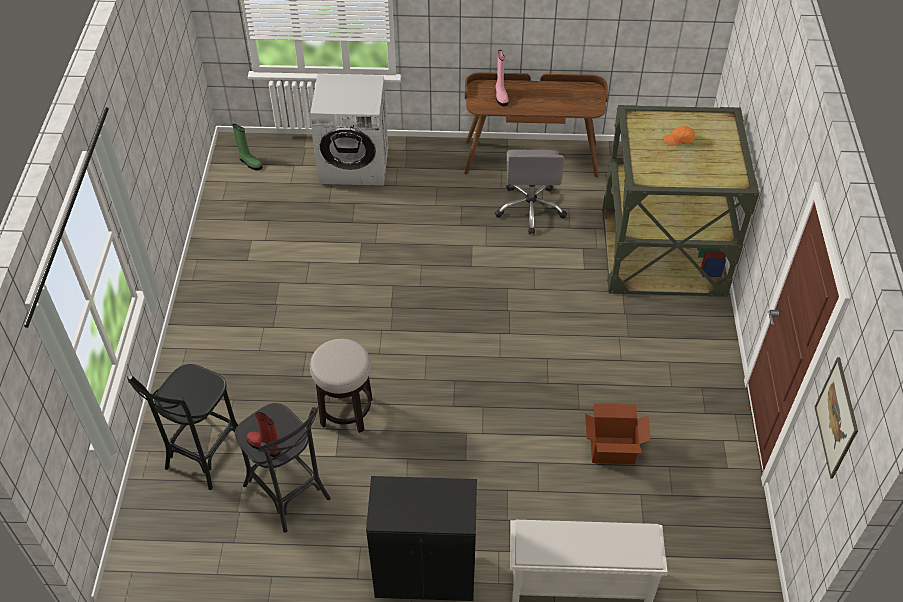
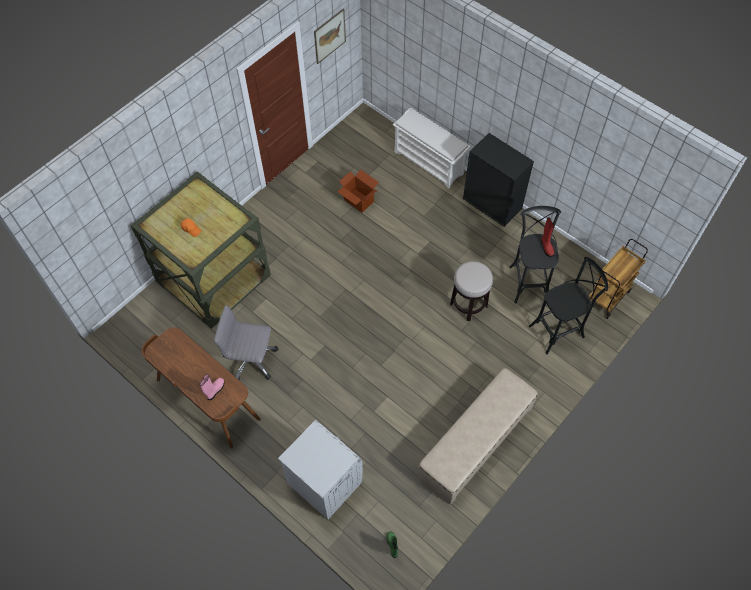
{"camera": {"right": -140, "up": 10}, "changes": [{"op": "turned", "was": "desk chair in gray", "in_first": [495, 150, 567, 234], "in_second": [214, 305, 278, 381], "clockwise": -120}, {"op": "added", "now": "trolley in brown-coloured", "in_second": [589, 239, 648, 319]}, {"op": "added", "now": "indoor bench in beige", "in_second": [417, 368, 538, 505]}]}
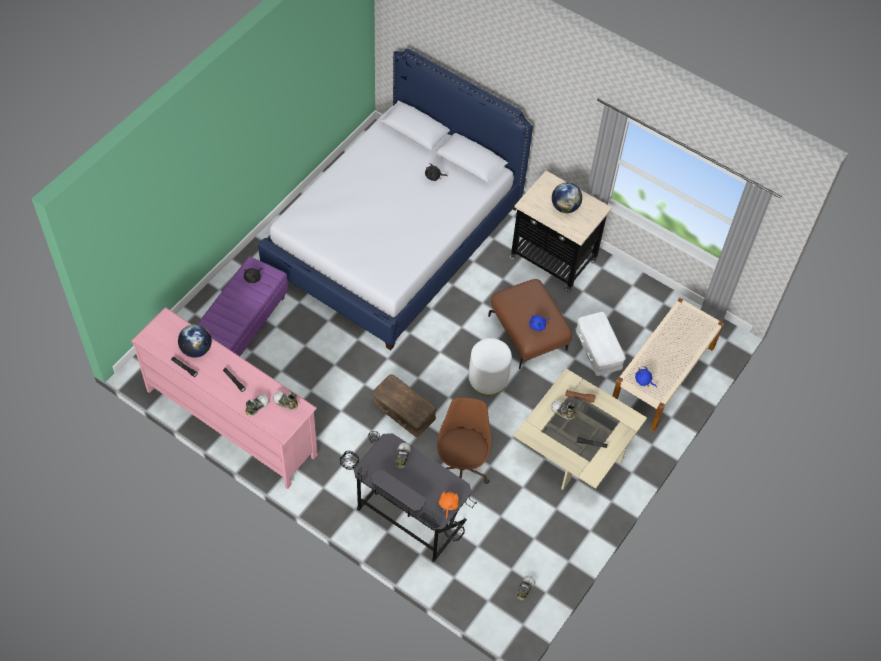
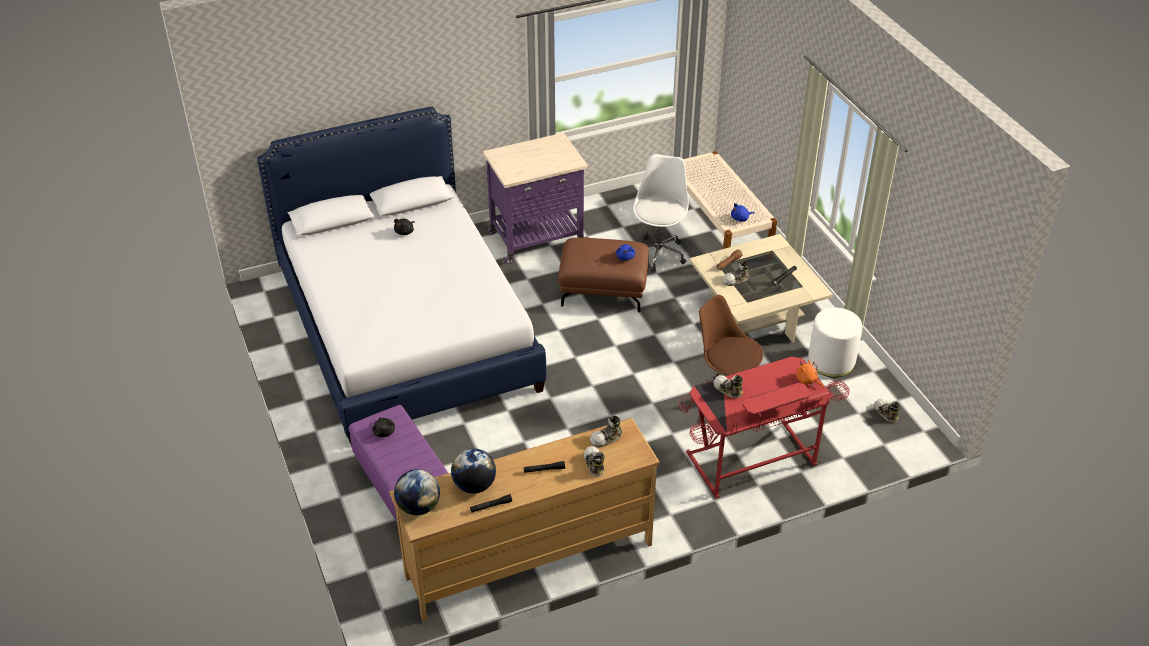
{"camera": {"right": -55, "up": -15}, "changes": [{"op": "recoloured", "was": "trolley in blackish", "now": "trolley in purplish", "in_first": [509, 171, 612, 293], "in_second": [483, 133, 588, 264]}, {"op": "moved", "was": "globe", "in_first": [552, 183, 582, 213], "in_second": [394, 469, 440, 515]}, {"op": "recoloured", "was": "dresser in pink", "now": "dresser in brown-coloured", "in_first": [131, 307, 318, 489], "in_second": [389, 418, 660, 622]}, {"op": "replaced", "was": "storage bin in whitish", "now": "desk chair in whitish", "in_first": [575, 312, 626, 376], "in_second": [633, 154, 689, 272]}, {"op": "moved", "was": "pouffe in whitish", "in_first": [469, 338, 512, 395], "in_second": [808, 308, 862, 377]}, {"op": "removed", "was": "storage bin in brown-coloured", "in_first": [372, 374, 437, 437]}, {"op": "recoloured", "was": "desk in blackish", "now": "desk in red-coloured", "in_first": [340, 431, 477, 562], "in_second": [678, 356, 850, 499]}]}
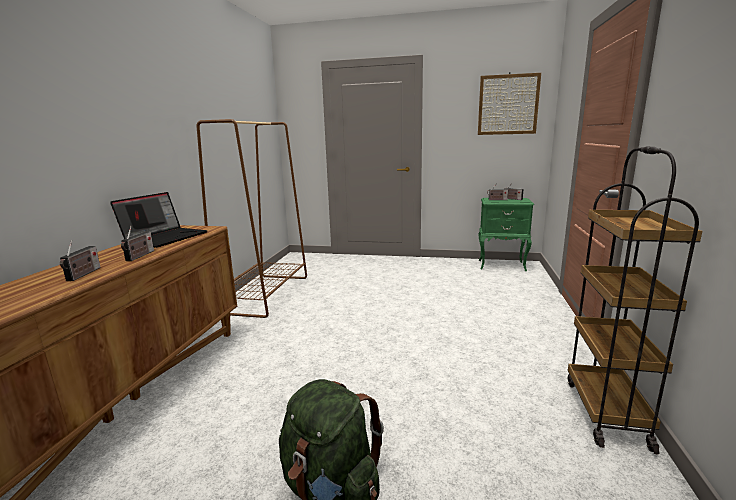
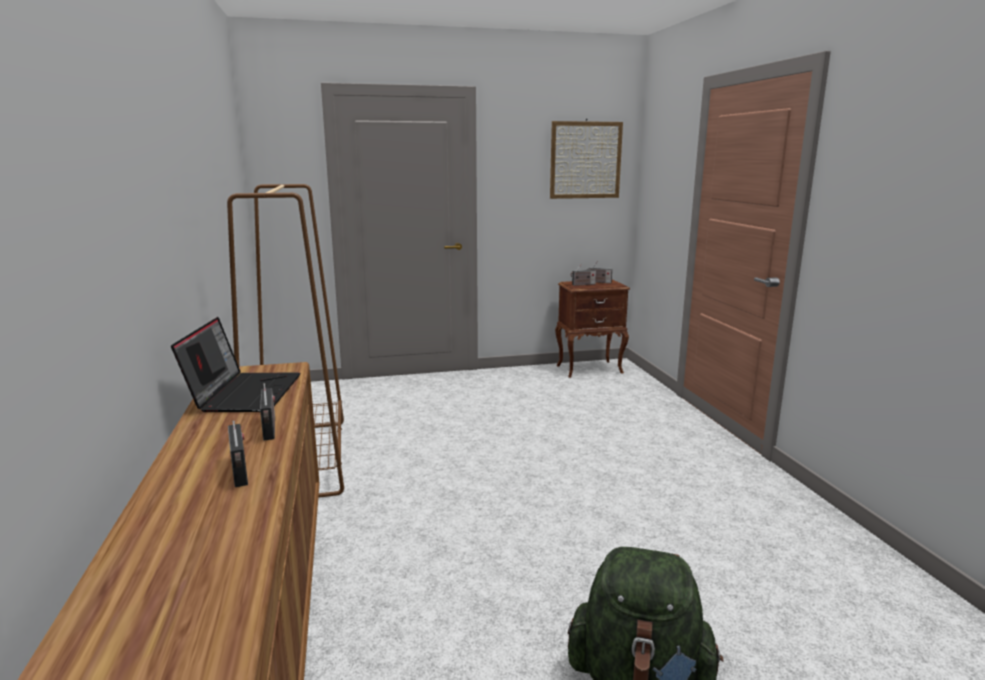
{"camera": {"right": -25, "up": 0}, "changes": [{"op": "removed", "was": "trolley in brown-coloured", "in_first": [568, 146, 702, 454]}, {"op": "recoloured", "was": "bedside table in green", "now": "bedside table in brown-coloured", "in_first": [478, 198, 534, 271], "in_second": [555, 279, 630, 378]}]}
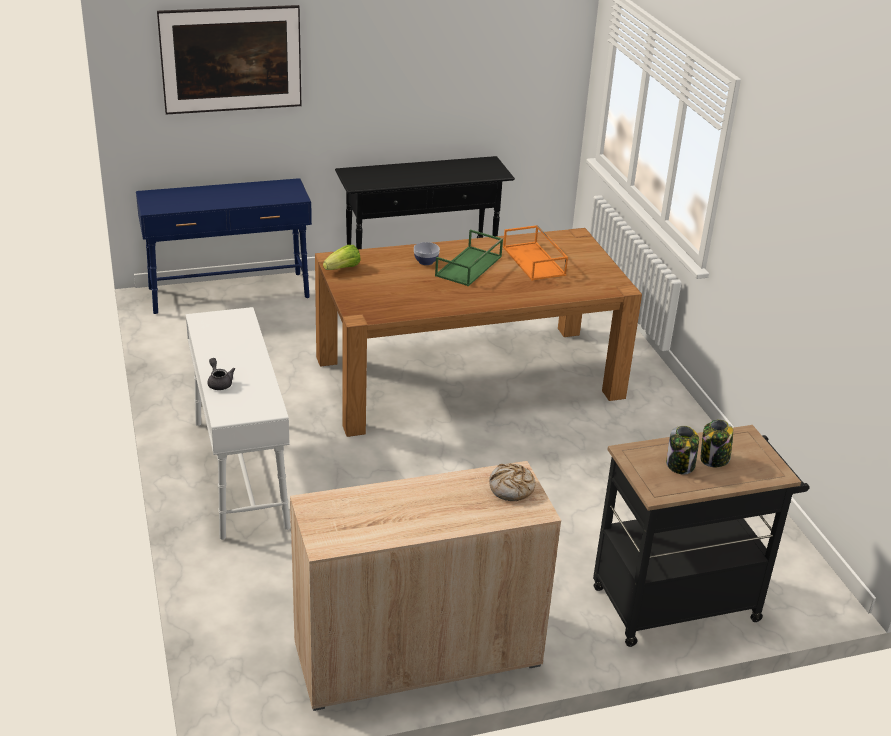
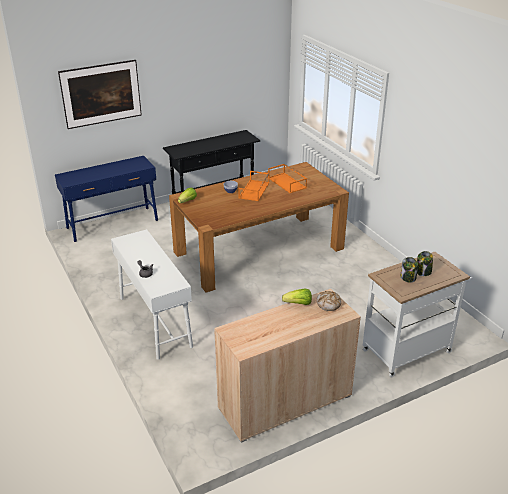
{"camera": {"right": -10, "up": 0}, "changes": [{"op": "recoloured", "was": "serving tray in green", "now": "serving tray in orange", "in_first": [435, 230, 503, 286], "in_second": [238, 171, 269, 201]}, {"op": "recoloured", "was": "trolley in blackish", "now": "trolley in whitish", "in_first": [593, 425, 810, 647], "in_second": [363, 252, 473, 378]}, {"op": "added", "now": "lettuce", "in_second": [282, 288, 312, 305]}]}
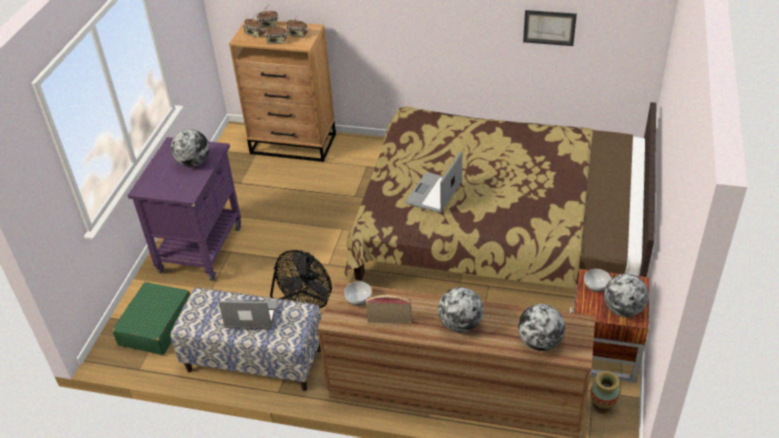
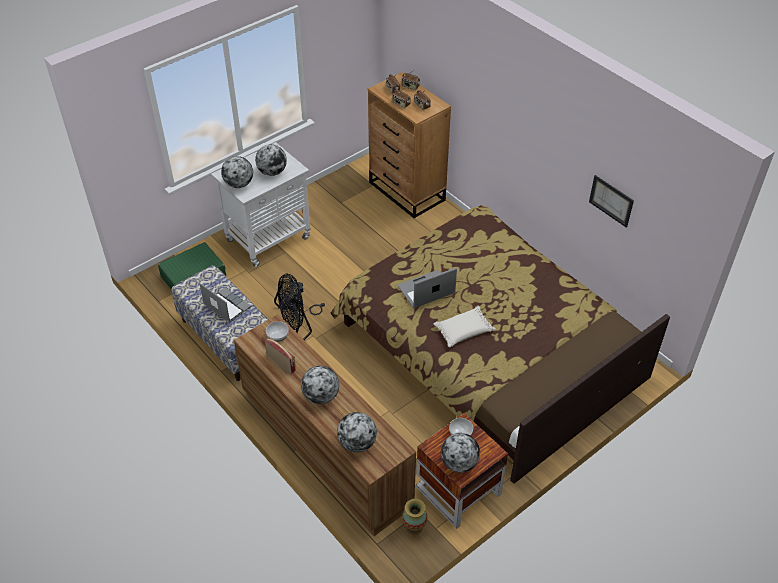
{"camera": {"right": 35, "up": 5}, "changes": [{"op": "recoloured", "was": "trolley in purplish", "now": "trolley in whitish", "in_first": [127, 137, 241, 281], "in_second": [211, 142, 311, 267]}, {"op": "added", "now": "globe", "in_second": [221, 156, 253, 188]}, {"op": "added", "now": "throw pillow in whitish", "in_second": [433, 305, 496, 347]}]}
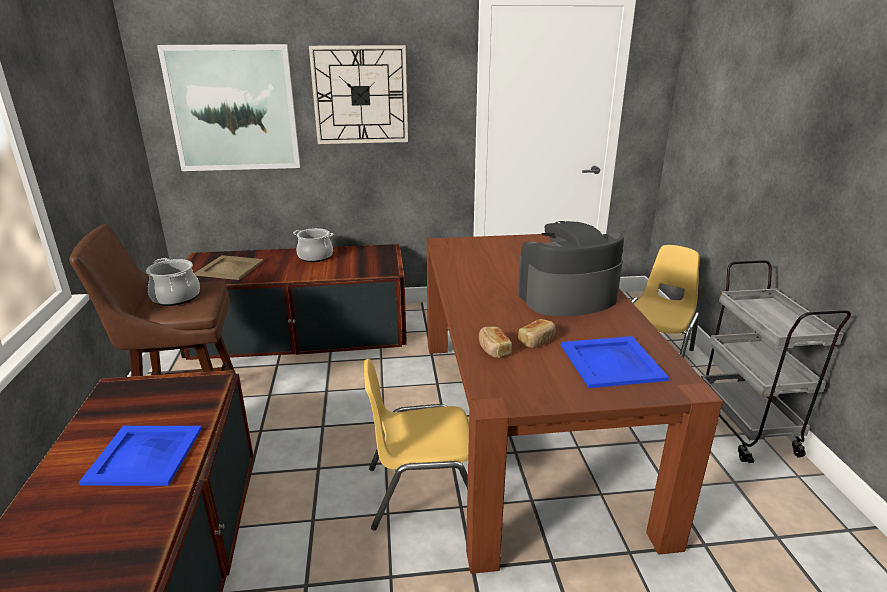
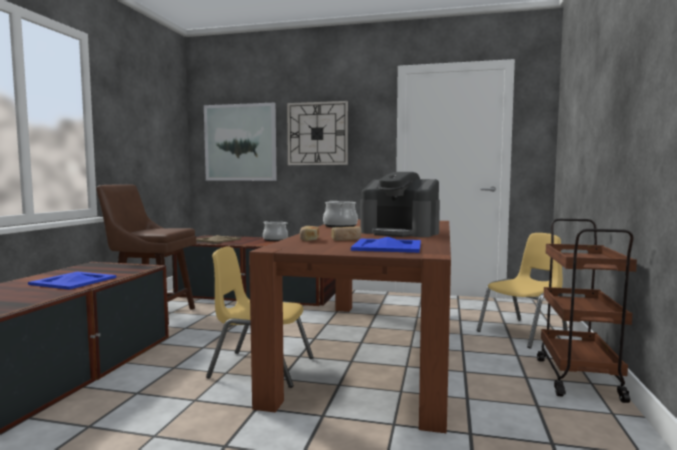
{"camera": {"right": 20, "up": -20}, "changes": [{"op": "turned", "was": "coffee machine", "in_first": [518, 221, 624, 316], "in_second": [360, 172, 440, 237], "clockwise": -150}, {"op": "moved", "was": "saucepot", "in_first": [146, 258, 200, 306], "in_second": [323, 201, 358, 228]}, {"op": "recoloured", "was": "trolley in gray", "now": "trolley in brown-coloured", "in_first": [701, 260, 851, 463], "in_second": [537, 219, 637, 403]}]}
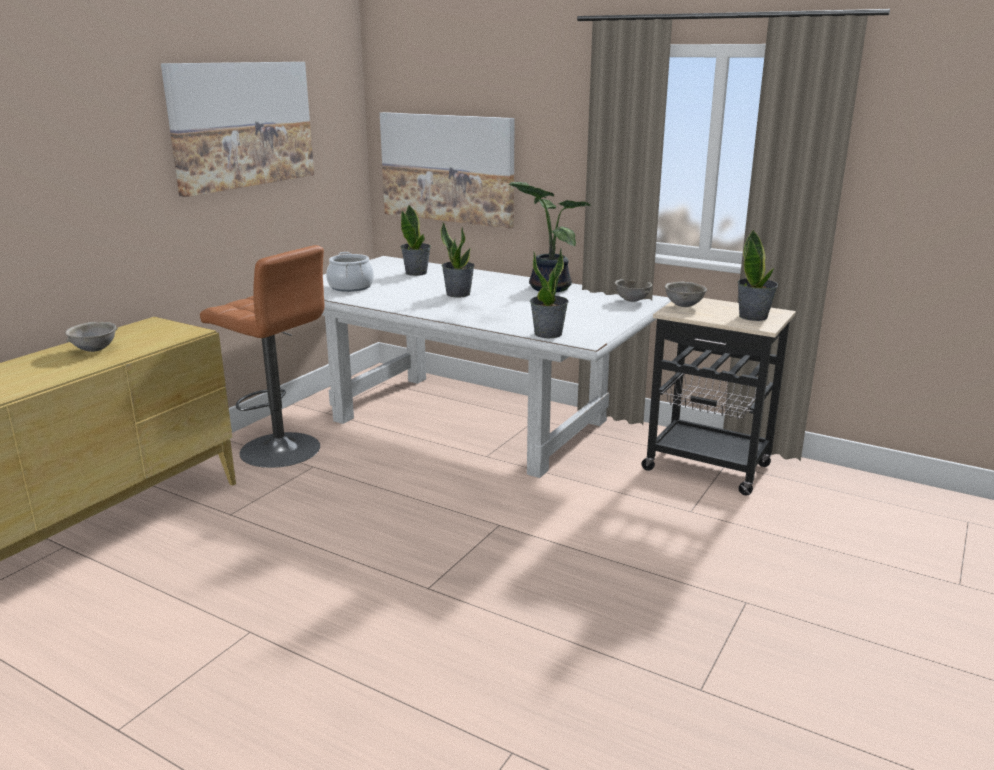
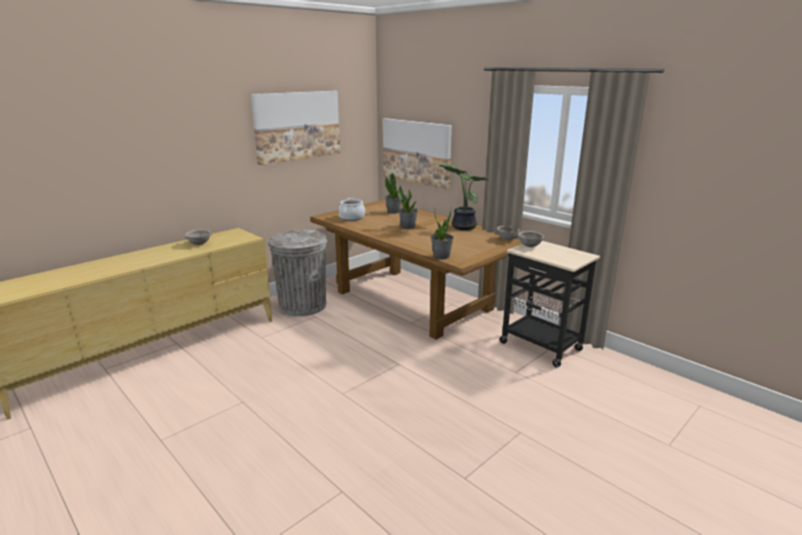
{"camera": {"right": 15, "up": 0}, "changes": [{"op": "removed", "was": "plant in a pot", "in_first": [737, 230, 778, 321]}, {"op": "replaced", "was": "stool seat in brown-coloured", "now": "trash can in gray", "in_first": [200, 245, 325, 468], "in_second": [268, 230, 327, 316]}, {"op": "recoloured", "was": "dinner table in whitish", "now": "dinner table in brown-coloured", "in_first": [322, 256, 671, 478], "in_second": [310, 200, 522, 340]}]}
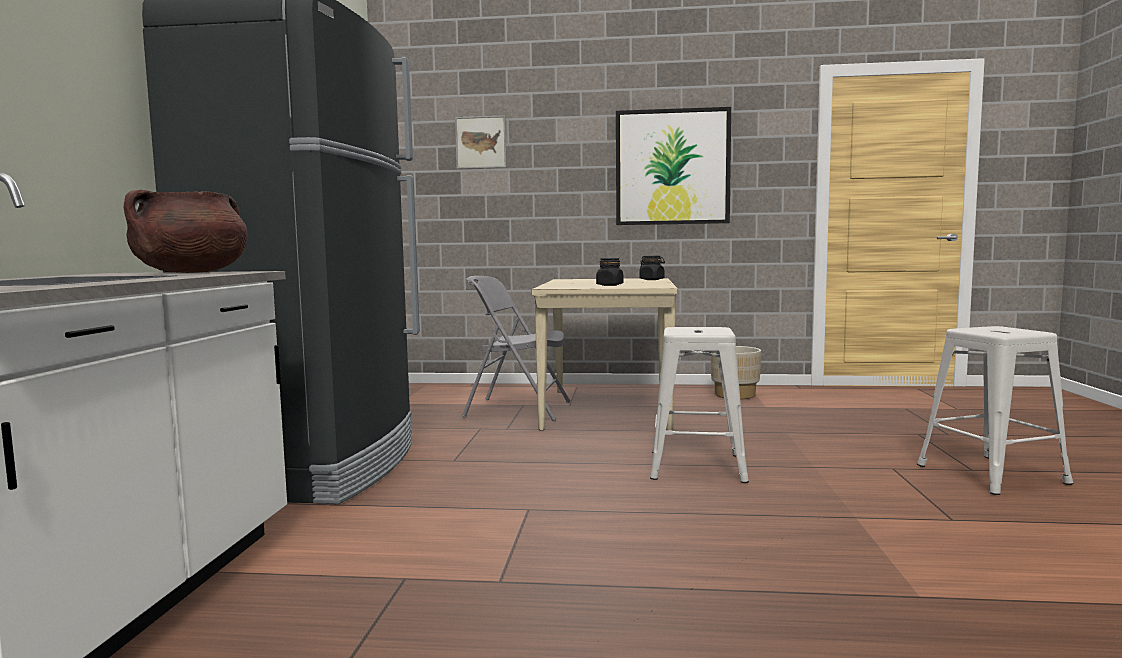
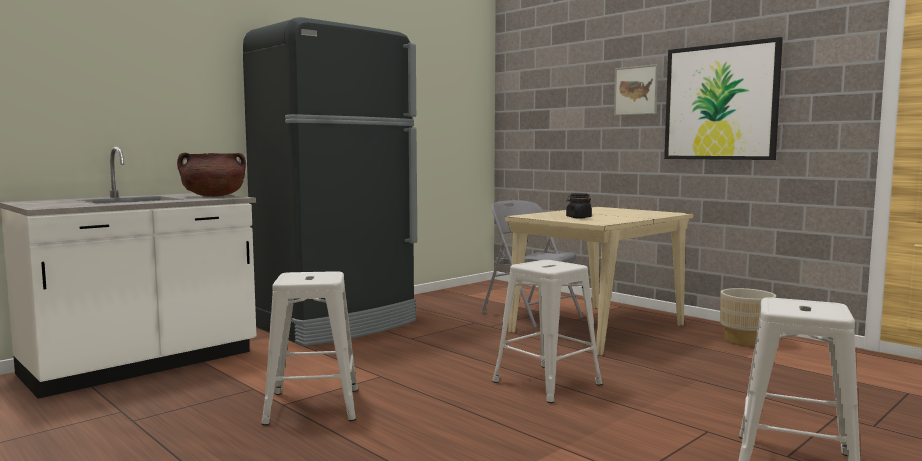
{"camera": {"right": 40, "up": 0}, "changes": [{"op": "moved", "was": "wall picture", "in_first": [455, 115, 507, 169], "in_second": [614, 64, 658, 116]}, {"op": "removed", "was": "preserve jar in blackish", "in_first": [639, 256, 665, 280]}, {"op": "added", "now": "stool seat in whitish", "in_second": [261, 271, 359, 425]}]}
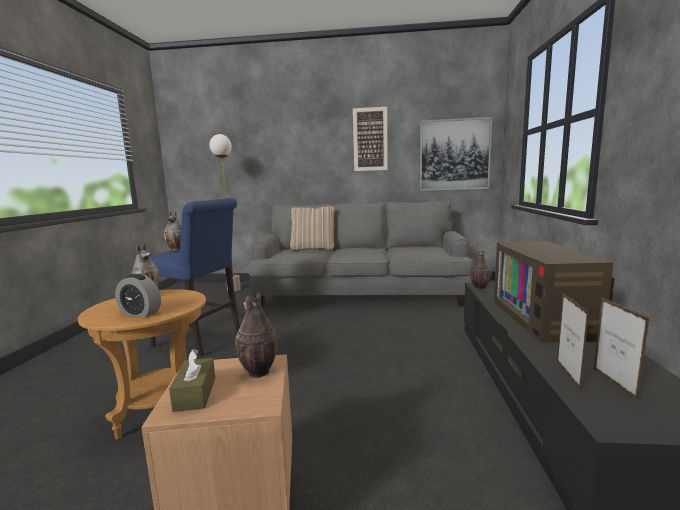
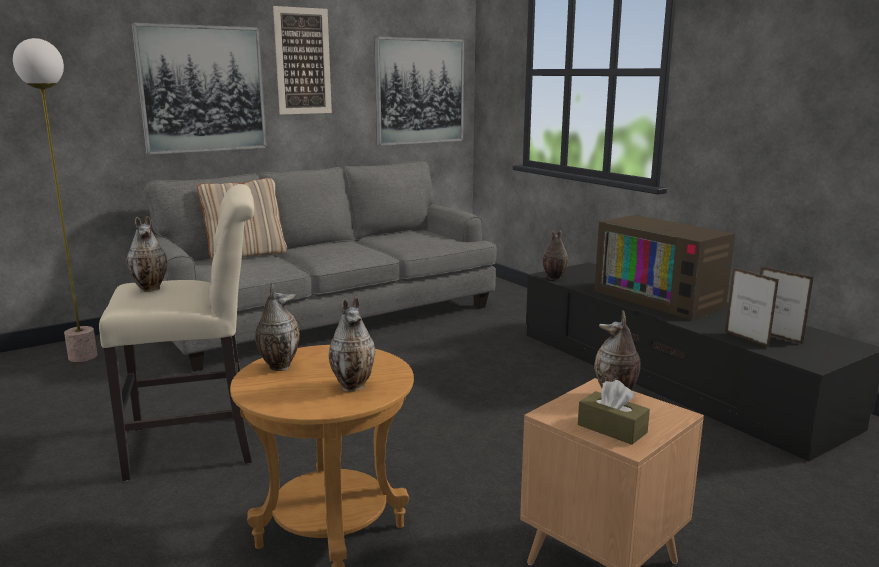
{"camera": {"right": -40, "up": 5}, "changes": [{"op": "recoloured", "was": "stool seat in bluish", "now": "stool seat in beige", "in_first": [149, 198, 240, 357], "in_second": [99, 184, 254, 481]}, {"op": "replaced", "was": "table clock", "now": "flower vase", "in_first": [115, 274, 161, 317], "in_second": [329, 297, 376, 392]}, {"op": "added", "now": "wall picture", "in_second": [131, 23, 267, 155]}]}
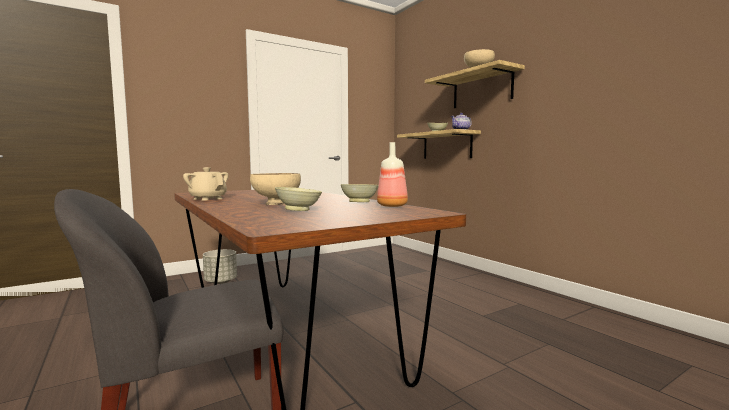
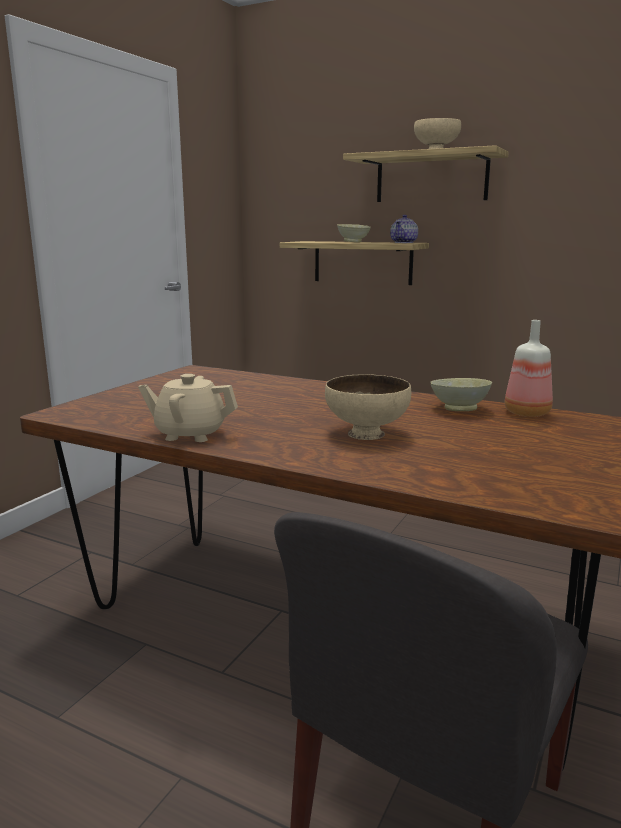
{"camera": {"right": -30, "up": 10}, "changes": [{"op": "removed", "was": "bowl in beige", "in_first": [275, 187, 322, 211]}, {"op": "removed", "was": "planter in gray", "in_first": [203, 249, 237, 284]}]}
